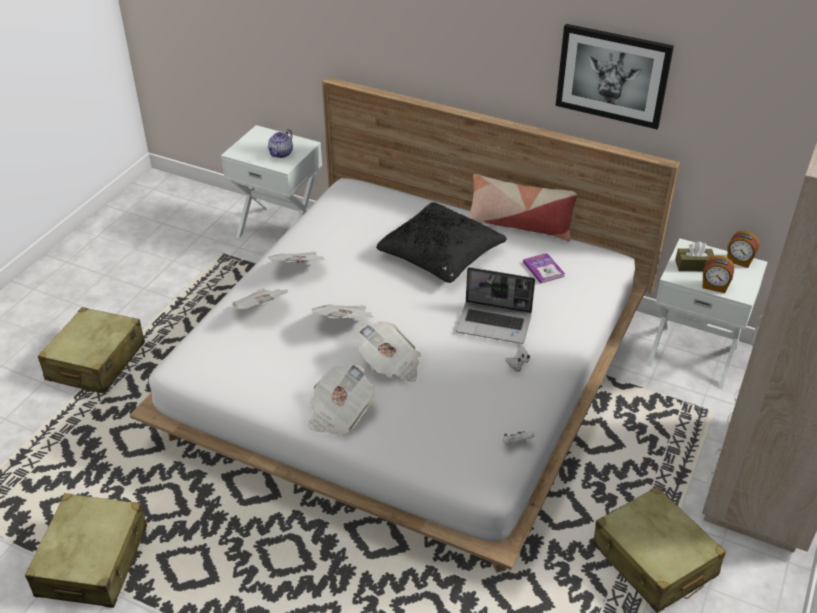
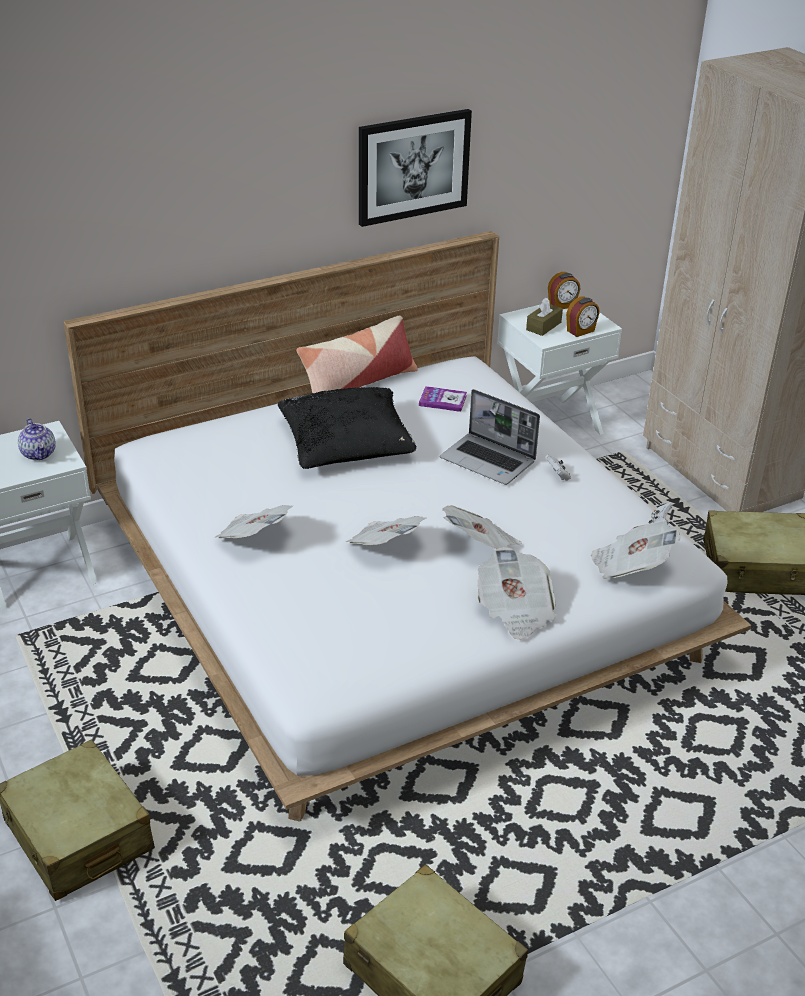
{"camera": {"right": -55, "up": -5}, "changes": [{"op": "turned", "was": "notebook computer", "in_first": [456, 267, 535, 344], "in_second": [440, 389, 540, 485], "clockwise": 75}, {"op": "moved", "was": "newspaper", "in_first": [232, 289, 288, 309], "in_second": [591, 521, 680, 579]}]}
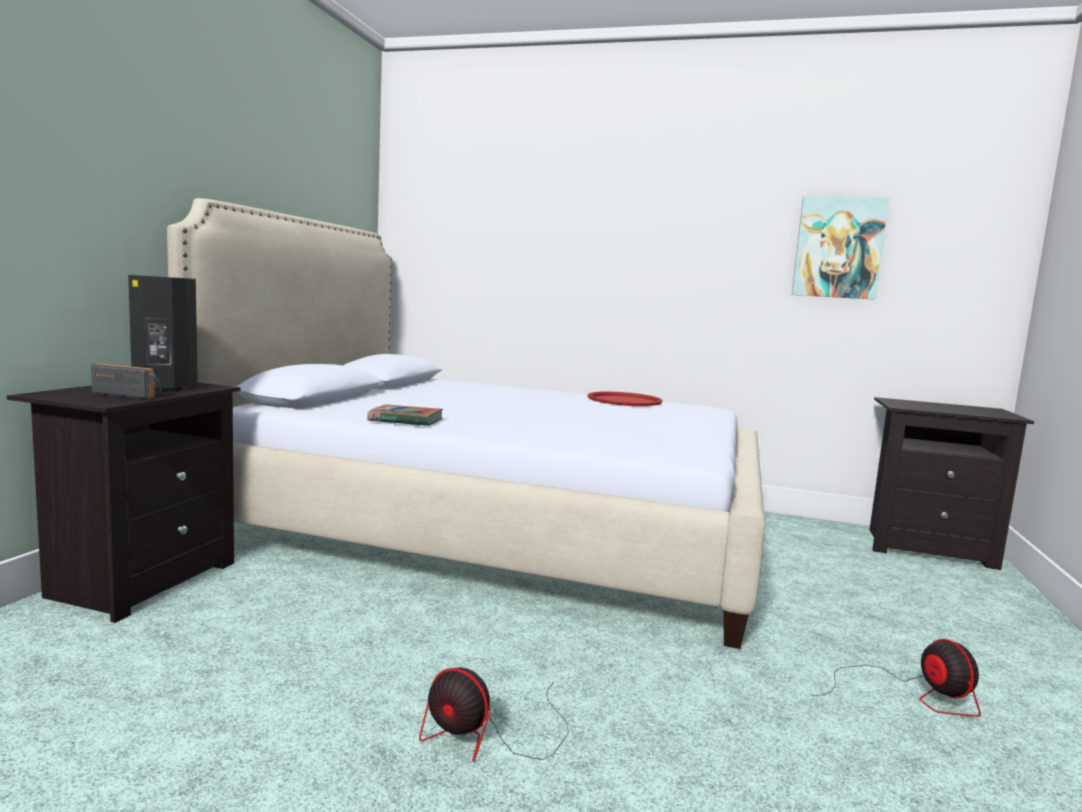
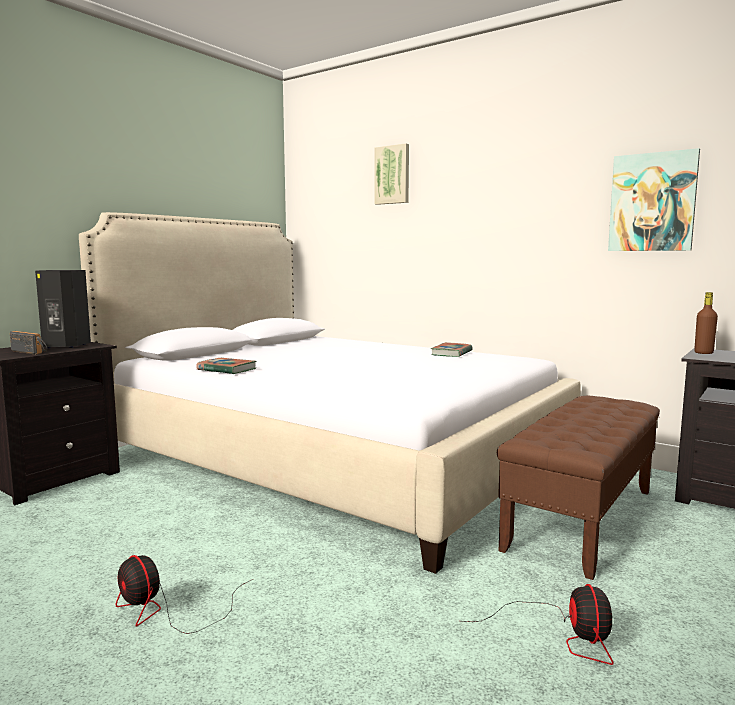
{"camera": {"right": 20, "up": 0}, "changes": [{"op": "replaced", "was": "serving tray in red-coloured", "now": "book", "in_first": [588, 392, 663, 406], "in_second": [431, 342, 473, 357]}, {"op": "added", "now": "wall picture", "in_second": [374, 143, 409, 205]}, {"op": "added", "now": "beverage bottle in brown-coloured", "in_second": [694, 292, 718, 354]}, {"op": "added", "now": "indoor bench in brown-coloured", "in_second": [497, 395, 660, 580]}]}
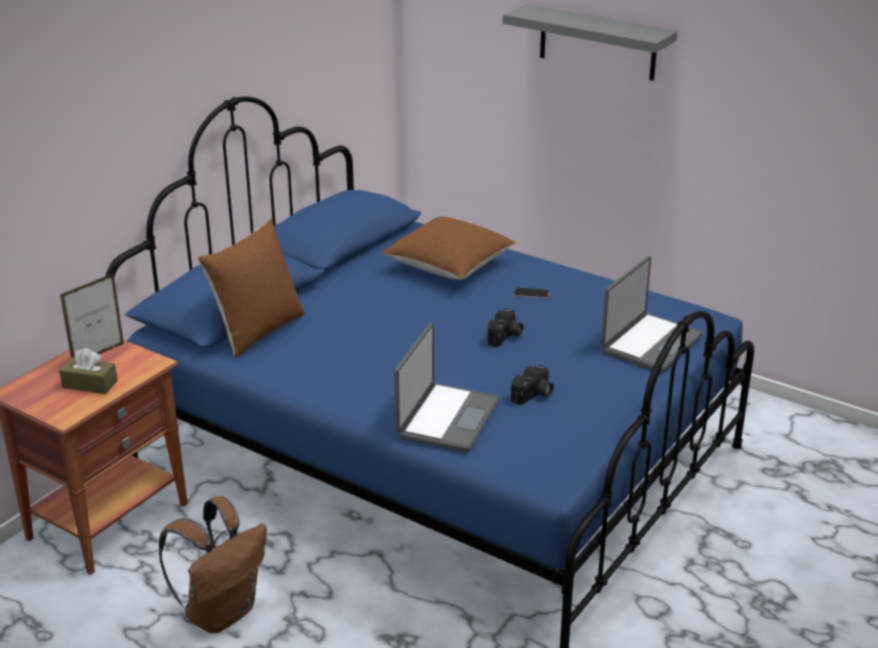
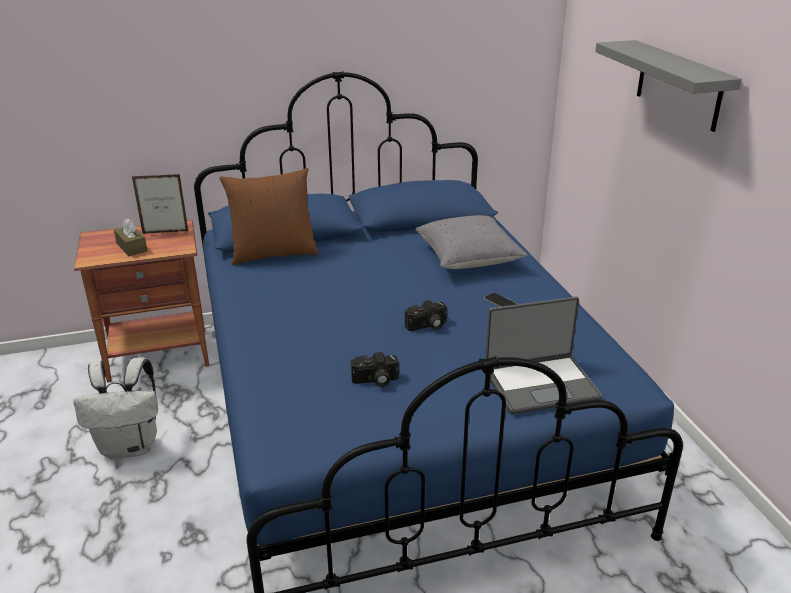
{"camera": {"right": 40, "up": 0}, "changes": [{"op": "recoloured", "was": "throw pillow in brown-coloured", "now": "throw pillow in gray", "in_first": [382, 217, 515, 280], "in_second": [415, 215, 528, 269]}, {"op": "removed", "was": "notebook computer", "in_first": [394, 323, 500, 453]}, {"op": "recoloured", "was": "backpack in brown-coloured", "now": "backpack in whitish", "in_first": [159, 496, 267, 633], "in_second": [73, 357, 158, 459]}]}
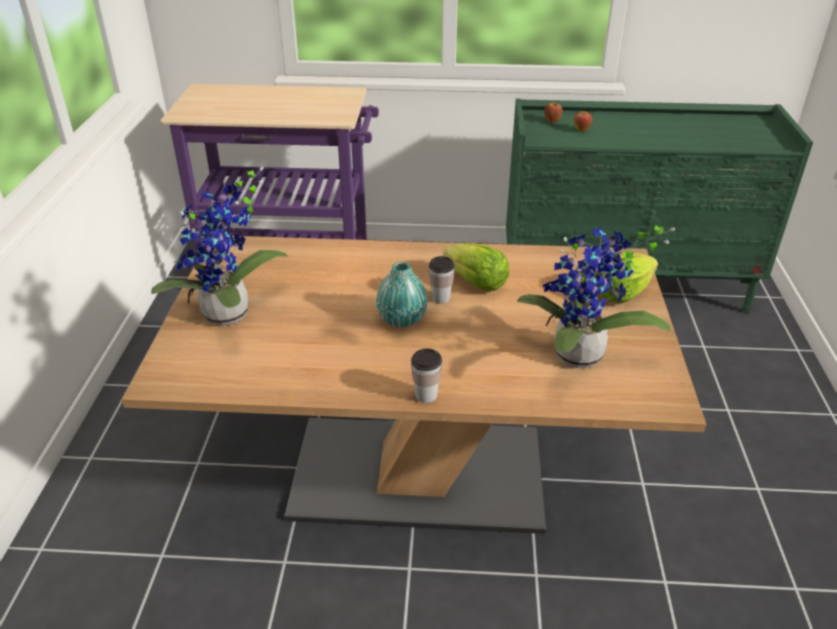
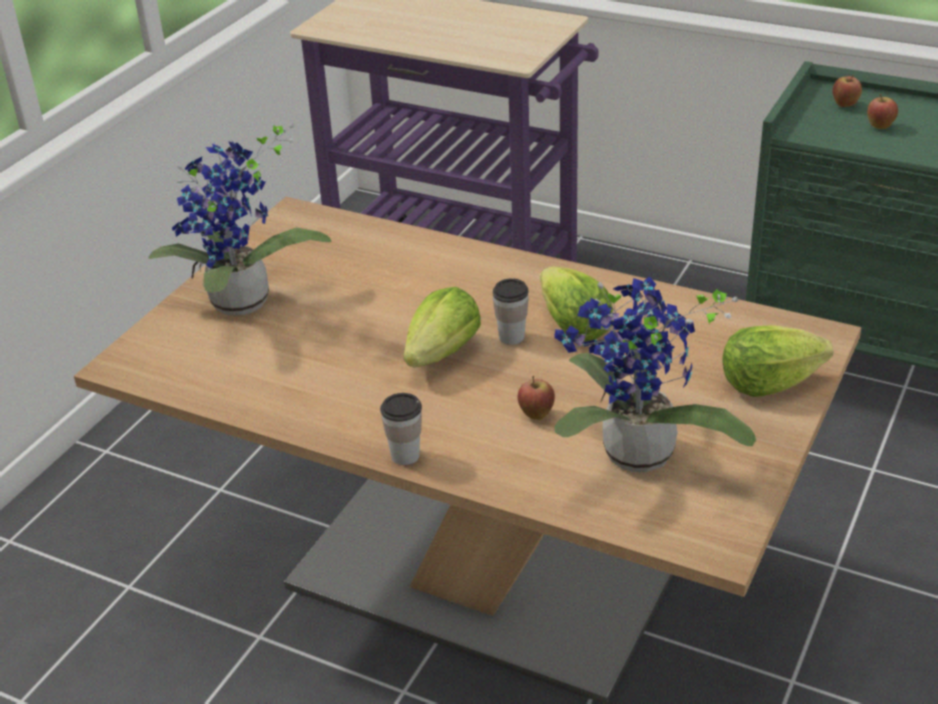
{"camera": {"right": 25, "up": 0}, "changes": [{"op": "replaced", "was": "flower vase in blue-green", "now": "lettuce", "in_first": [376, 262, 428, 327], "in_second": [404, 287, 481, 368]}, {"op": "added", "now": "apple fruit", "in_second": [518, 376, 555, 420]}]}
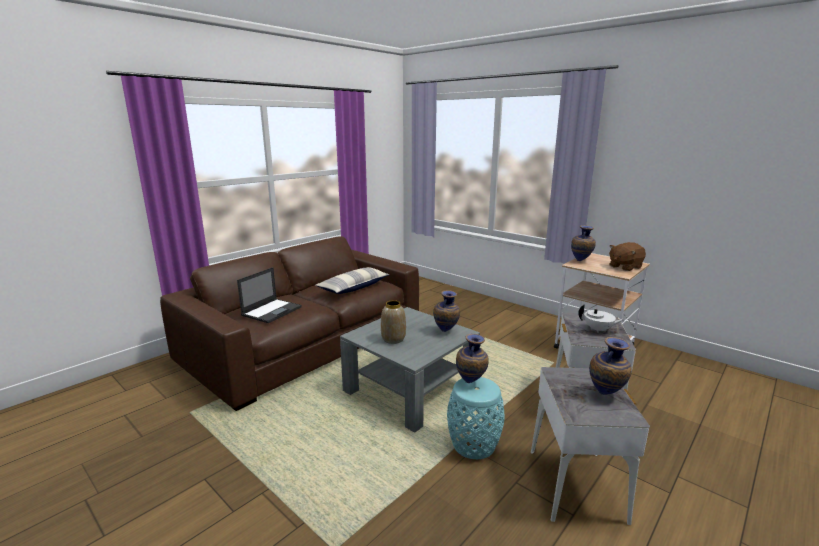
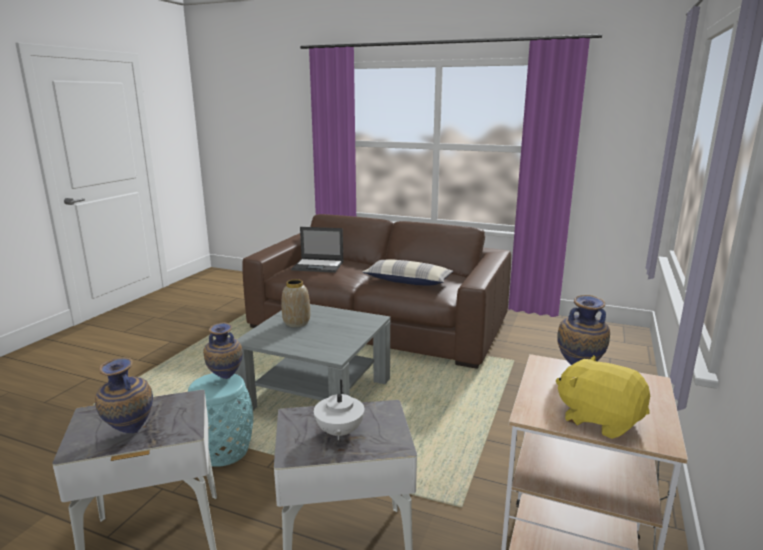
{"camera": {"right": 70, "up": 0}, "changes": [{"op": "recoloured", "was": "soft toy in brown-coloured", "now": "soft toy in yellow", "in_first": [609, 242, 646, 271], "in_second": [556, 355, 650, 439]}, {"op": "removed", "was": "flower vase", "in_first": [433, 291, 460, 332]}]}
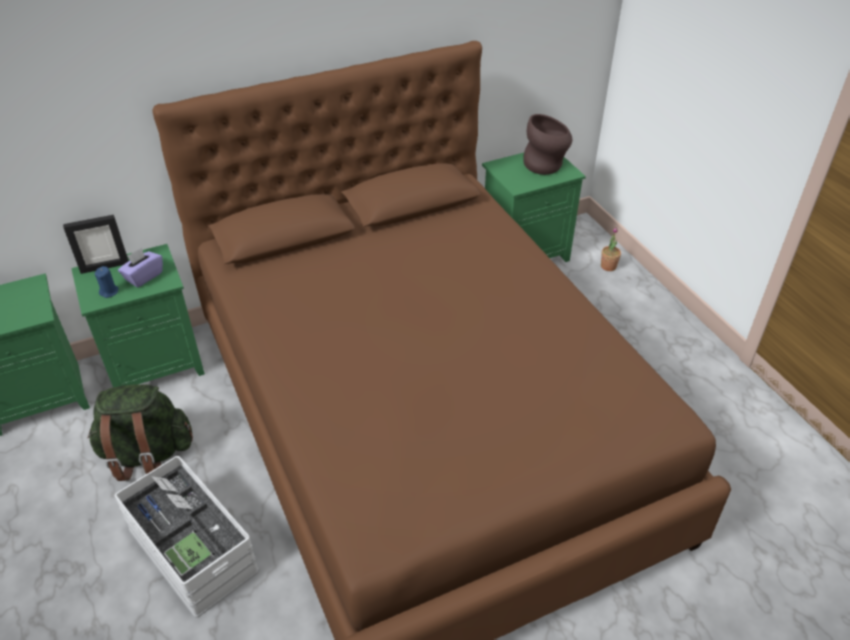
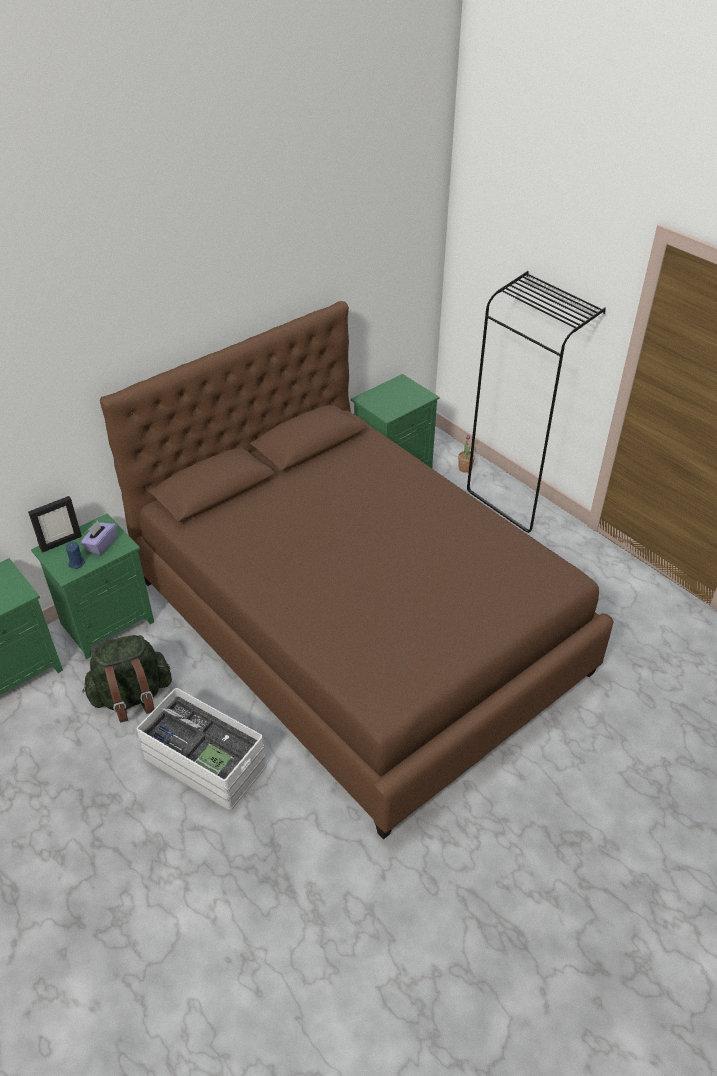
{"camera": {"right": -15, "up": 0}, "changes": [{"op": "removed", "was": "flower vase in brown-coloured", "in_first": [523, 114, 572, 175]}, {"op": "added", "now": "clothes rack in blackish", "in_second": [467, 271, 606, 533]}]}
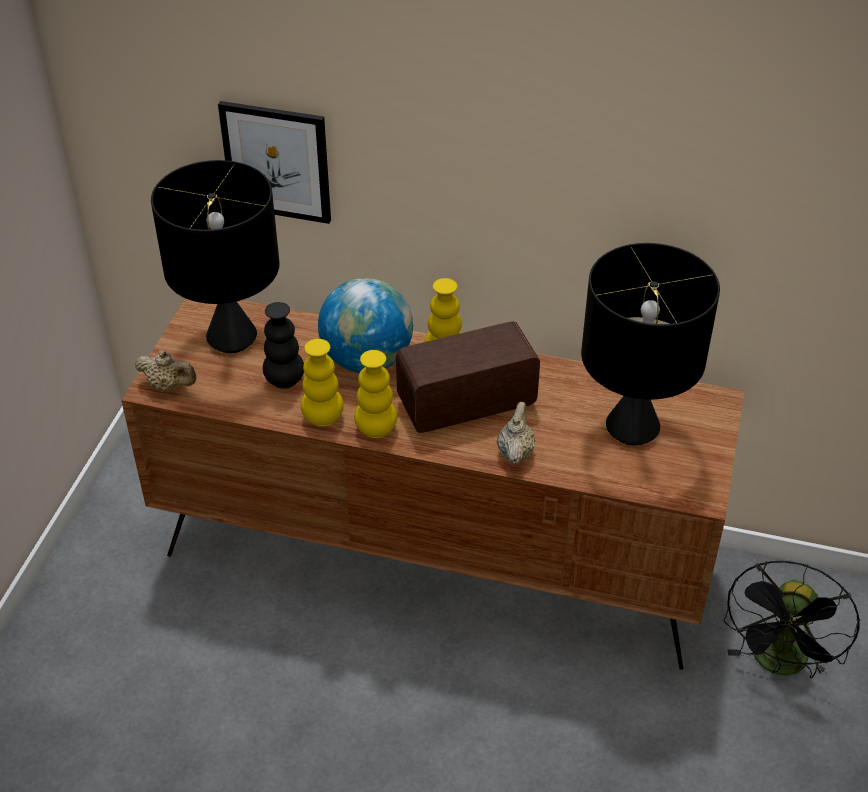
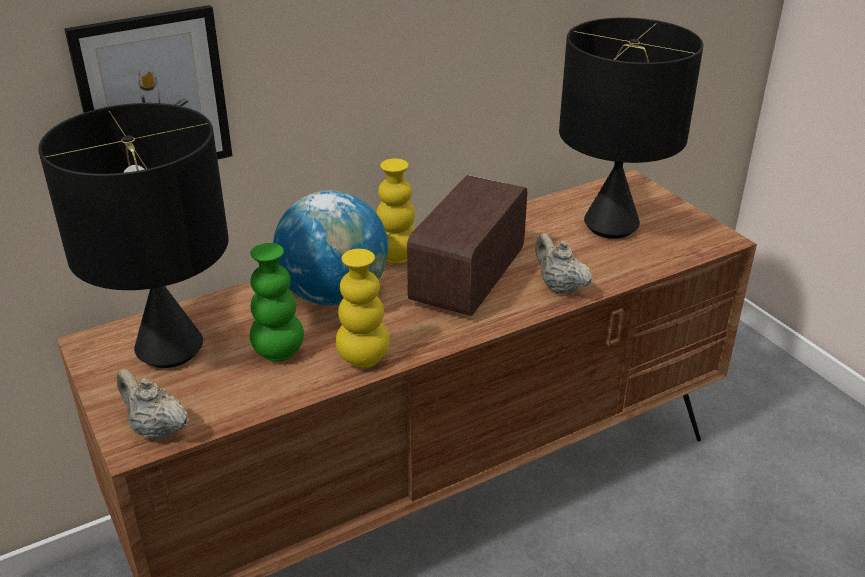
{"camera": {"right": -45, "up": -10}, "changes": [{"op": "recoloured", "was": "flower vase in blackish", "now": "flower vase in green", "in_first": [263, 302, 304, 389], "in_second": [250, 243, 304, 362]}, {"op": "turned", "was": "tea pot in beige", "in_first": [135, 350, 197, 392], "in_second": [116, 369, 189, 440], "clockwise": -120}, {"op": "removed", "was": "flower vase in yellow", "in_first": [354, 350, 397, 438]}, {"op": "removed", "was": "cooling fan in blackish", "in_first": [724, 561, 860, 678]}]}
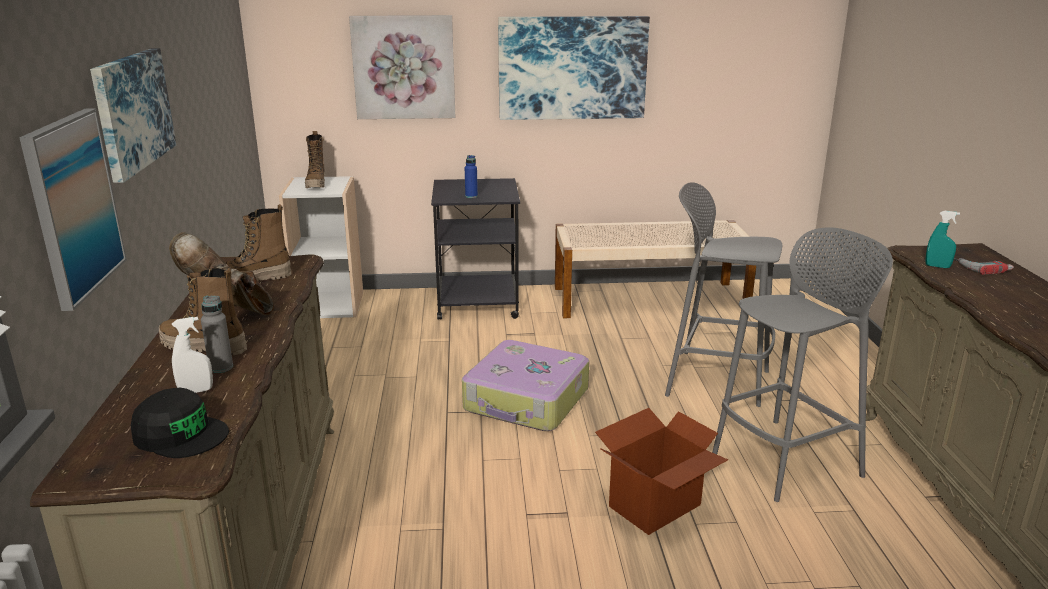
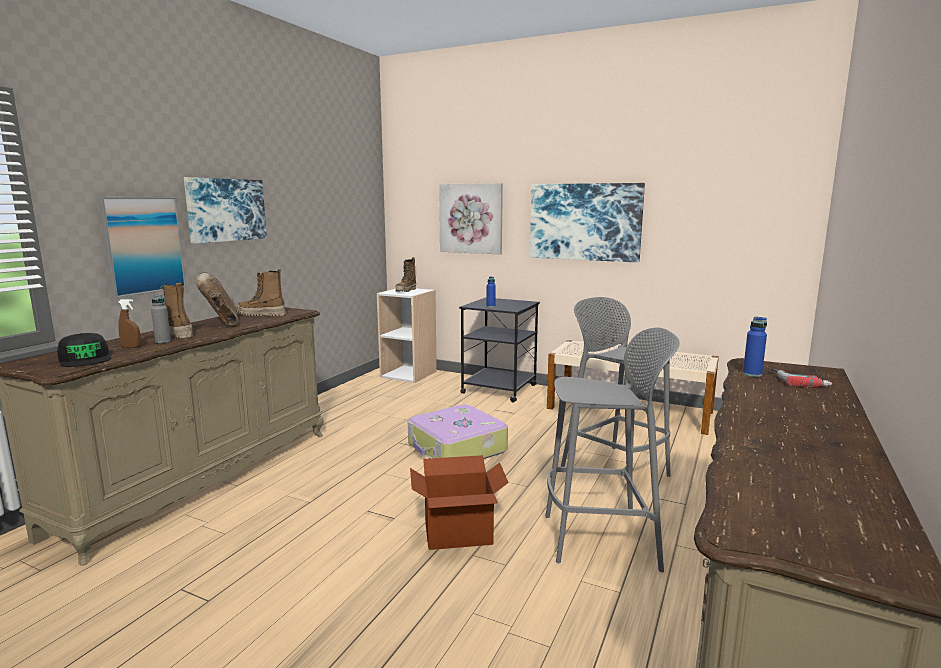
{"camera": {"right": 30, "up": -10}, "changes": [{"op": "replaced", "was": "spray bottle in blue-green", "now": "beverage bottle in bluish", "in_first": [925, 211, 960, 268], "in_second": [743, 316, 767, 377]}, {"op": "recoloured", "was": "spray bottle in whitish", "now": "spray bottle in brown-coloured", "in_first": [172, 317, 213, 393], "in_second": [118, 299, 141, 348]}]}
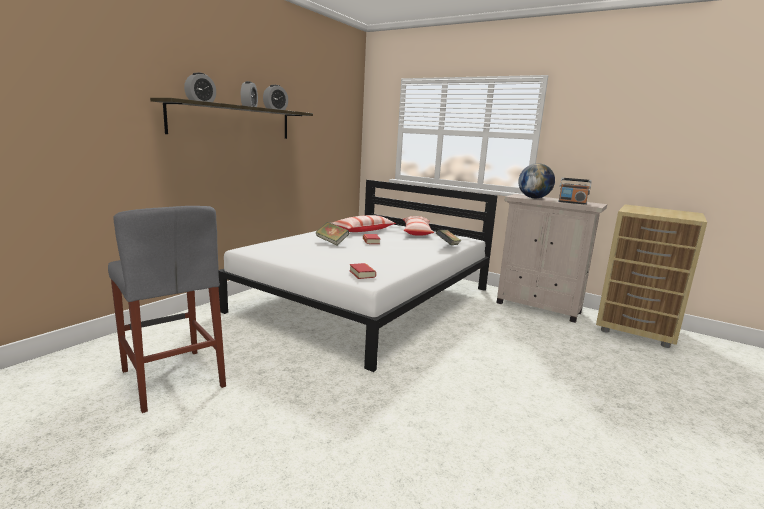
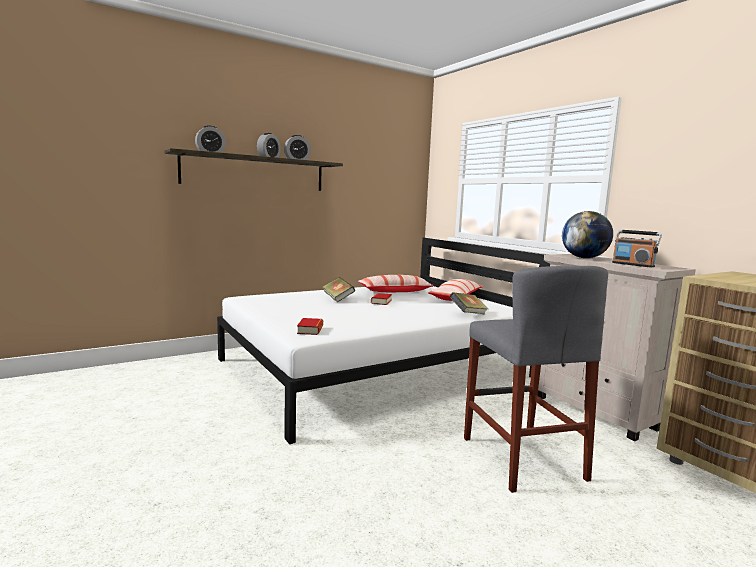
{"camera": {"right": 25, "up": -5}, "changes": [{"op": "moved", "was": "stool seat in gray", "in_first": [108, 206, 226, 413], "in_second": [464, 266, 608, 493]}]}
